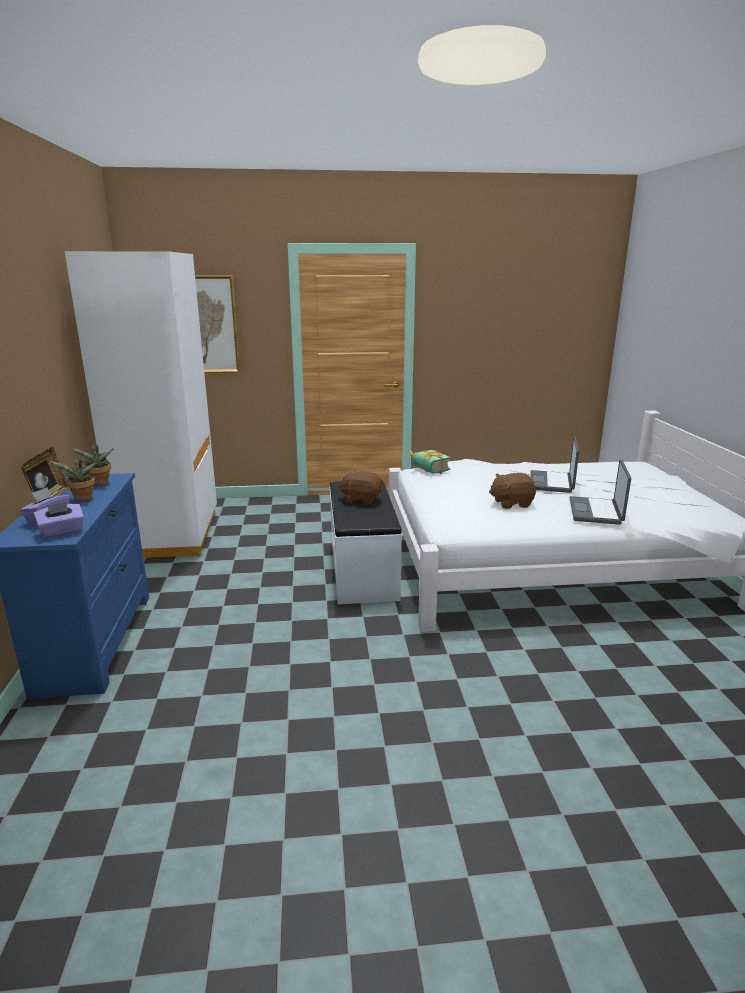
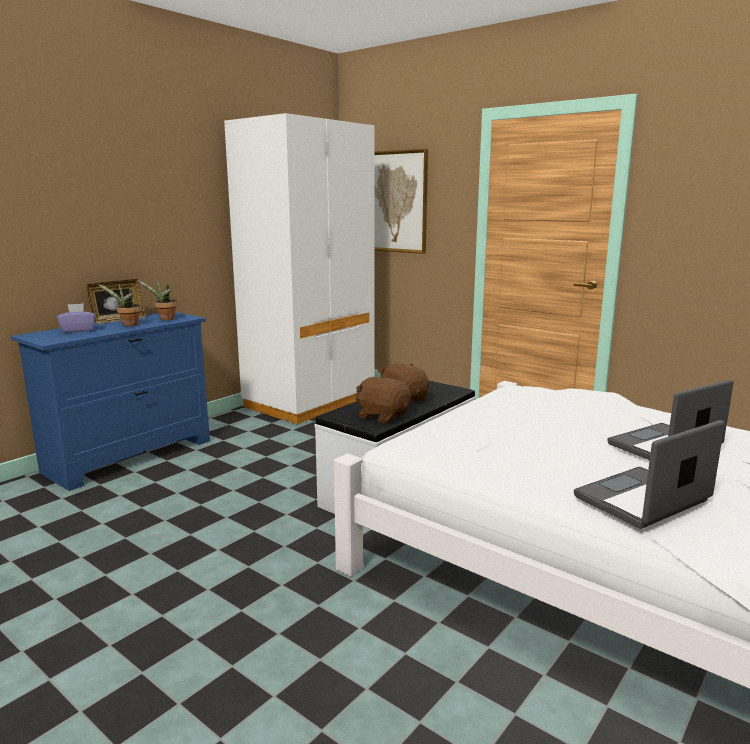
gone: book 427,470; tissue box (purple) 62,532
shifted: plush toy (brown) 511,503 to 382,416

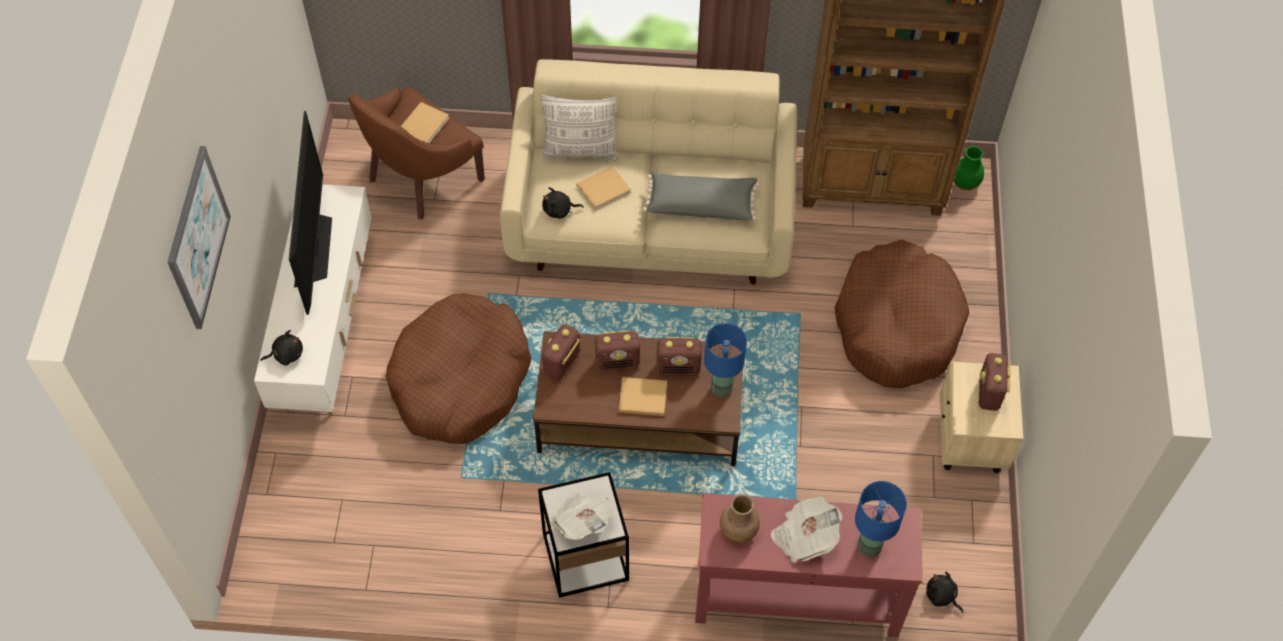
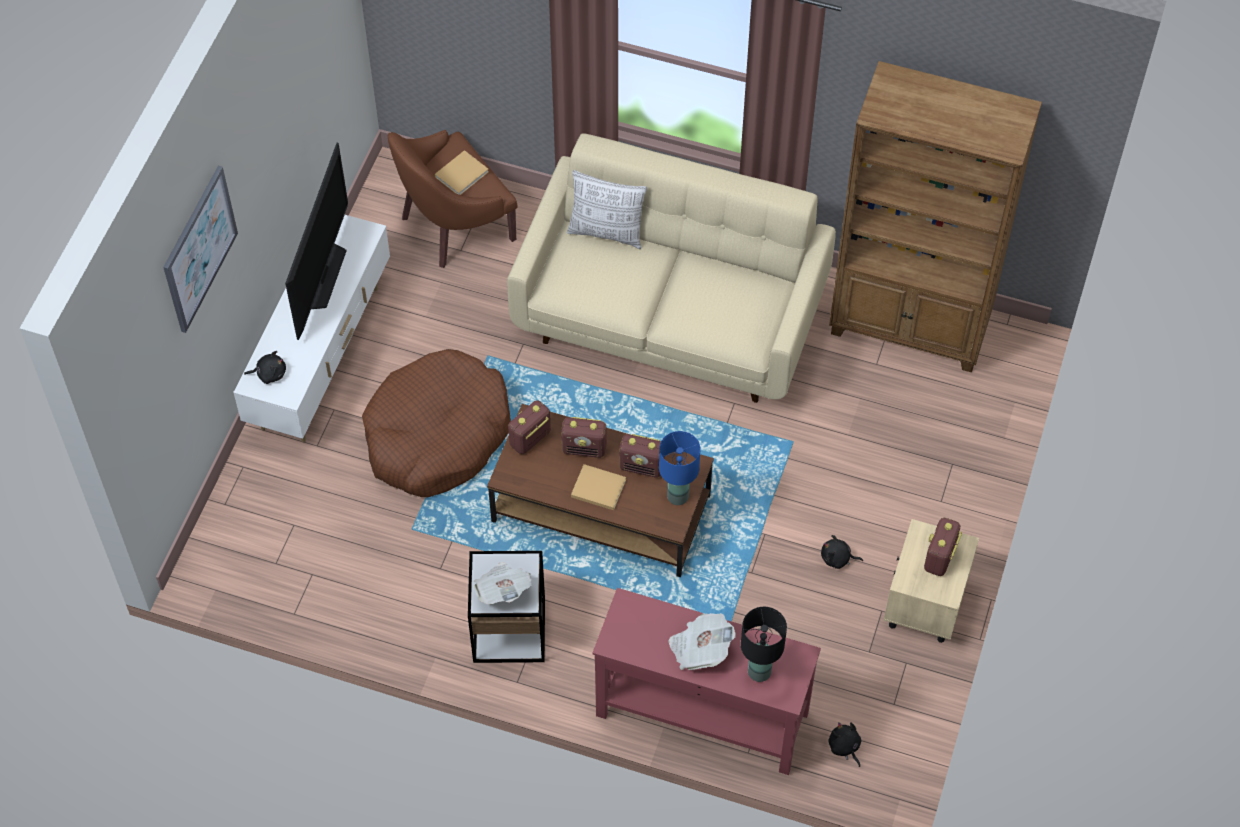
gone: vase (green) 965,183; book (beige) 605,188; pillow (grey) 701,204; dog bed (brown) 897,325; vase (brown) 738,530
shifted: plush toy (black) 559,210 to 837,558
repainted: table lamp (blue) 869,547 to table lamp (black) 759,672

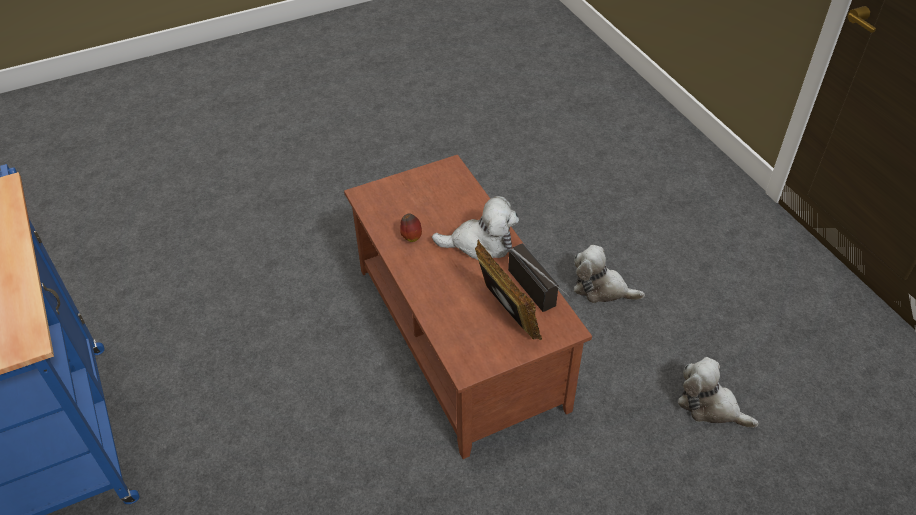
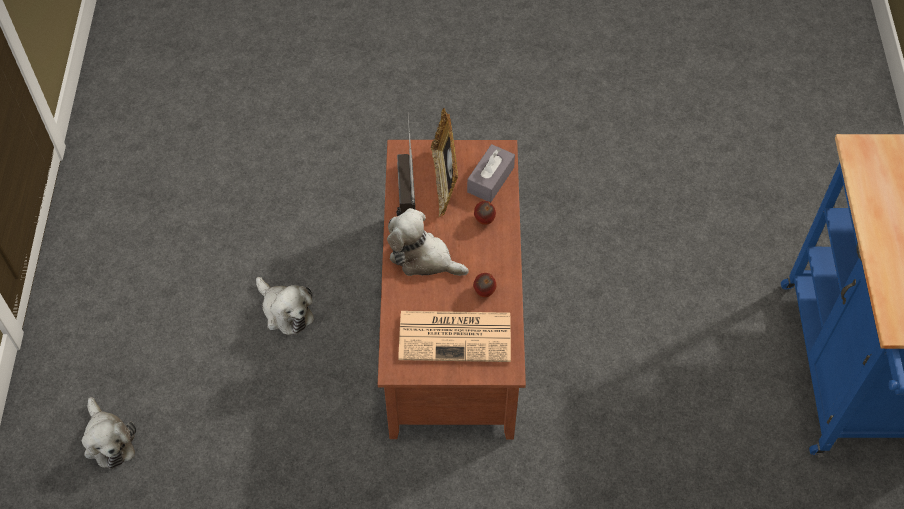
new: tissue box (grey) 490,180; apple 484,221; newspaper 456,336
shifted: plush toy 710,406 to 109,440

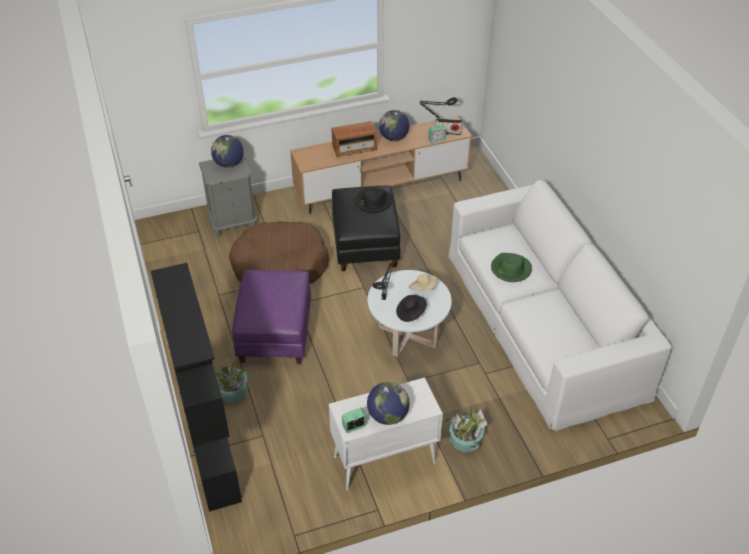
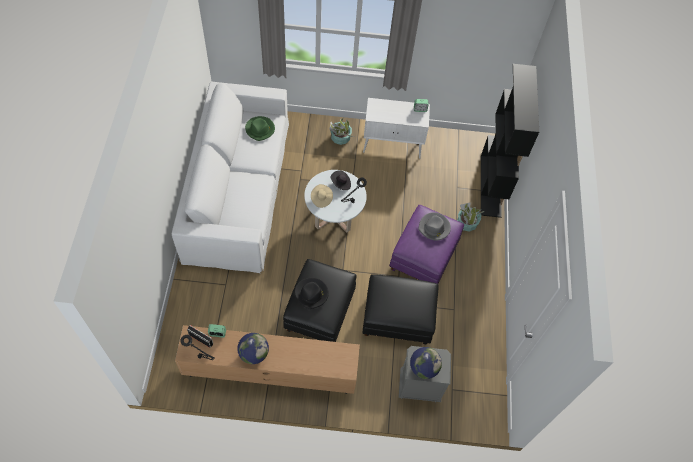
gone: radio 354,148; globe 387,416
new: hat (grey) 434,228
shifted: hat (green) 510,269 to 260,129
swapped: dog bed (brown) 280,265 to ottoman (black) 397,318

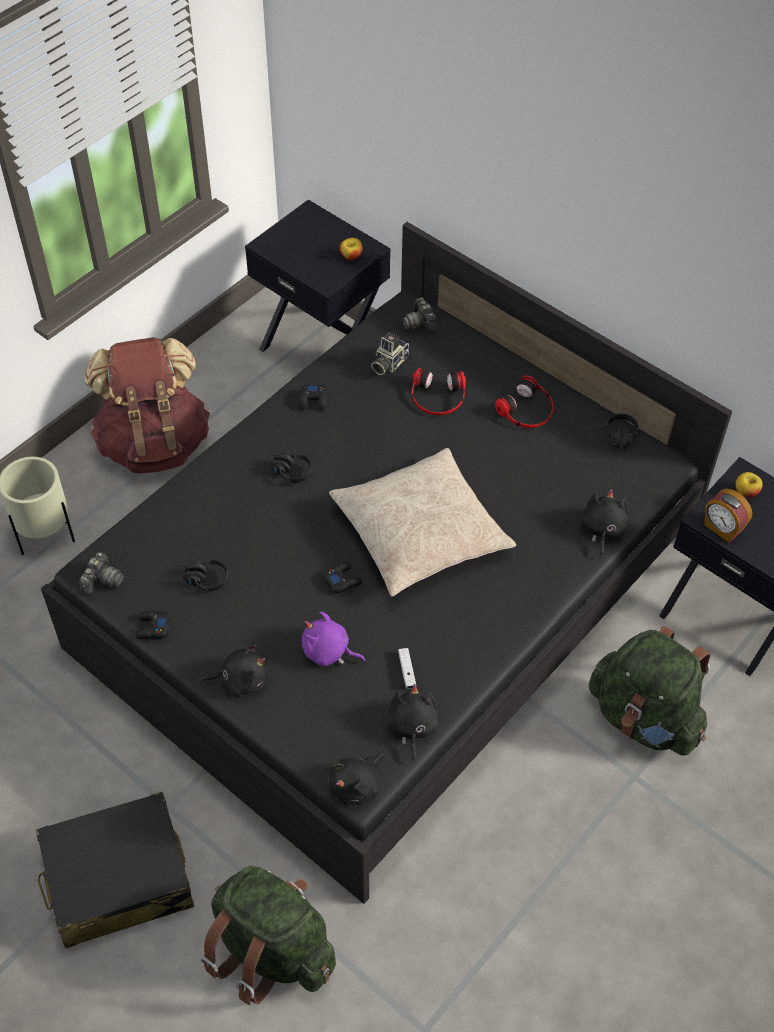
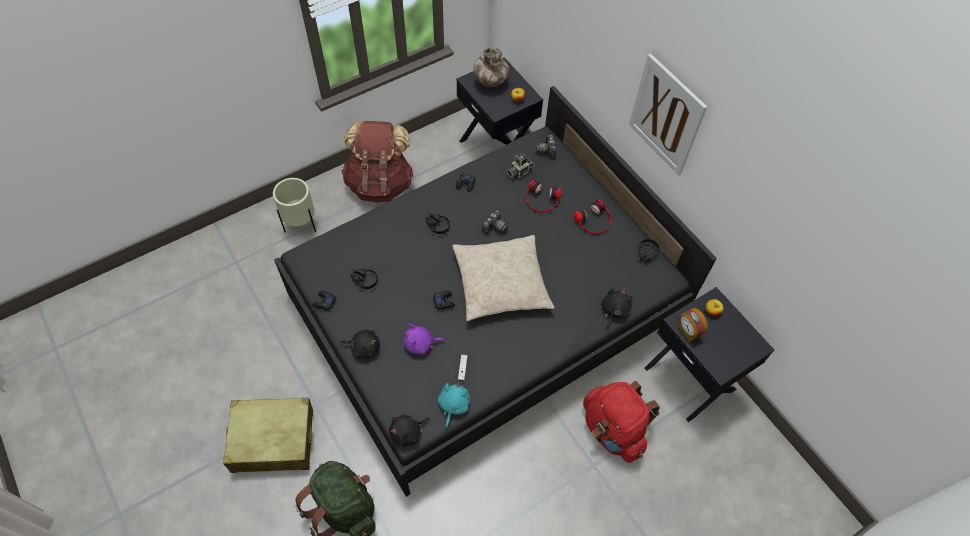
new: vase 490,82; picture 666,115
shifted: photo camera 102,581 to 495,227
repainted: backpack (green) 644,718 to backpack (red) 613,430; plush toy (black) 412,727 to plush toy (turquoise) 453,405; suitcase (black) 118,879 to suitcase (beige) 273,440
rotated: plush toy (purple) 328,651 = 420,344 45 degrees counterclockwise

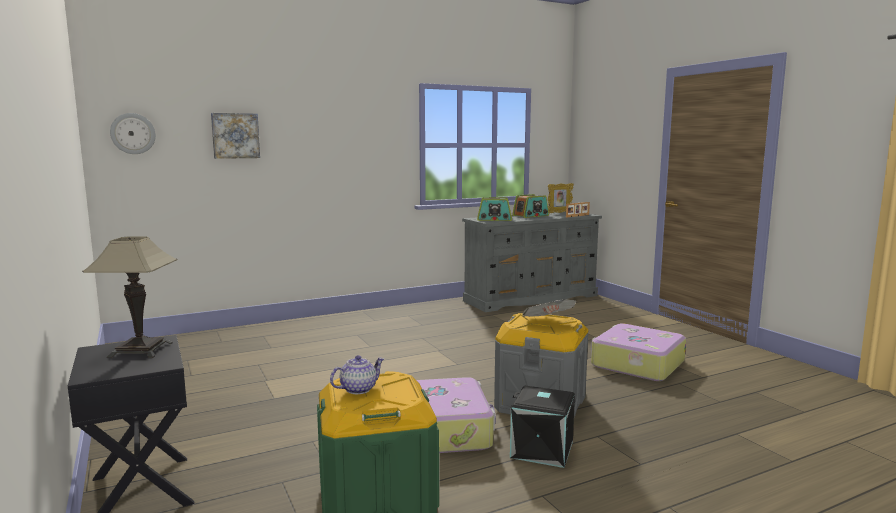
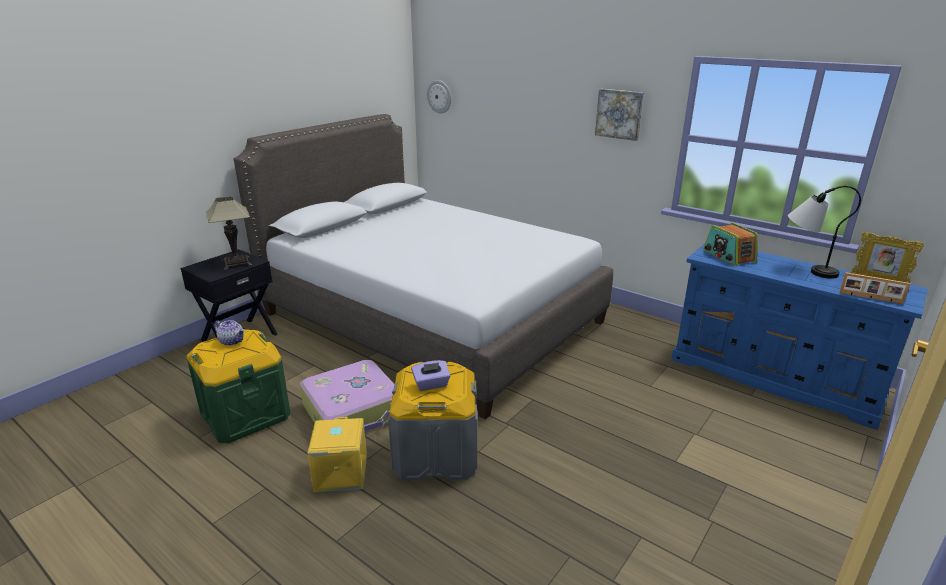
gone: suitcase 636,364
new: bed (grey) 431,318
shifted: picture 235,135 to 619,114
swapped: radio 530,215 to table lamp 805,269; newspaper 547,323 to tissue box (purple) 431,384
repainted: dresser (grey) 531,298 to dresser (blue) 774,378; storage box (black) 541,450 to storage box (yellow) 340,472

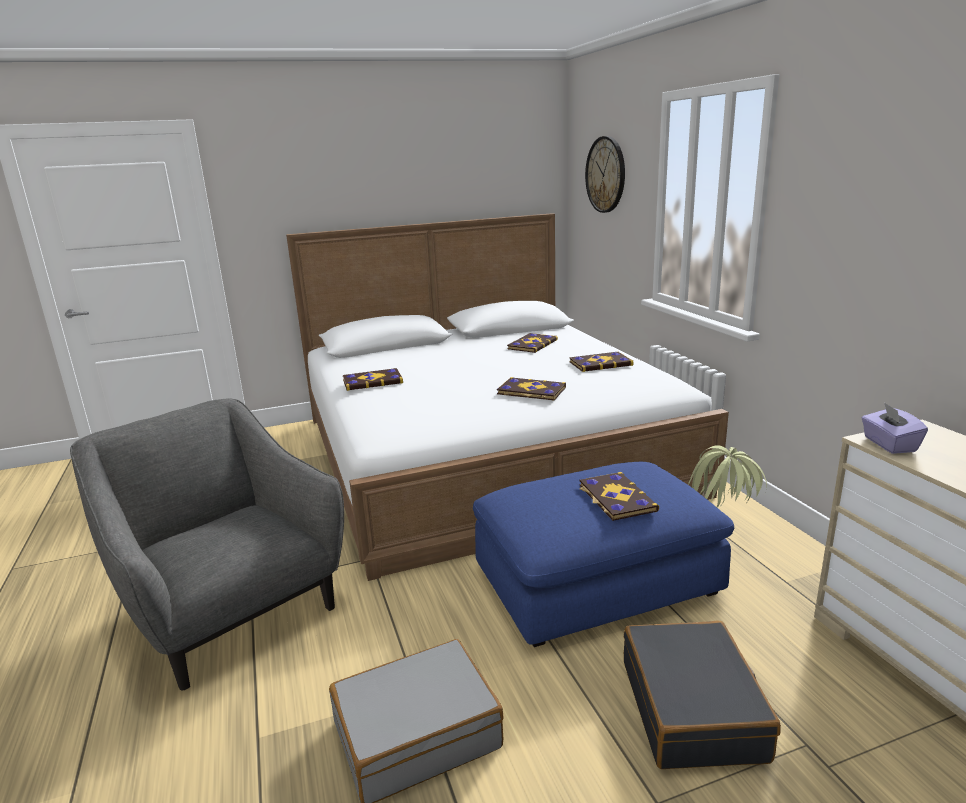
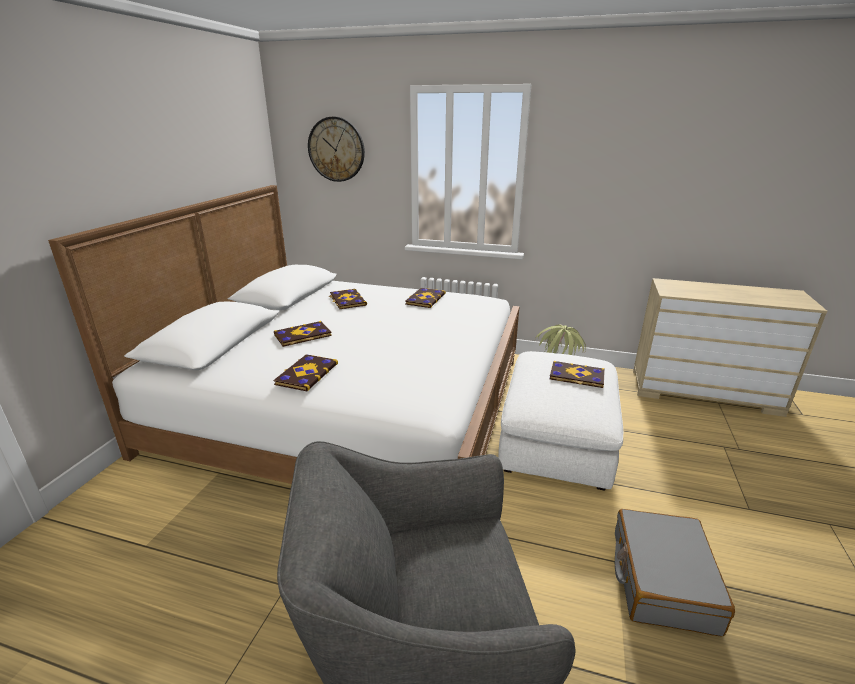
gone: tissue box (purple) 889,444; suitcase (black) 692,709
shifted: book 531,391 to 303,335
repainted: ottoman (blue) 596,580 to ottoman (white) 556,437

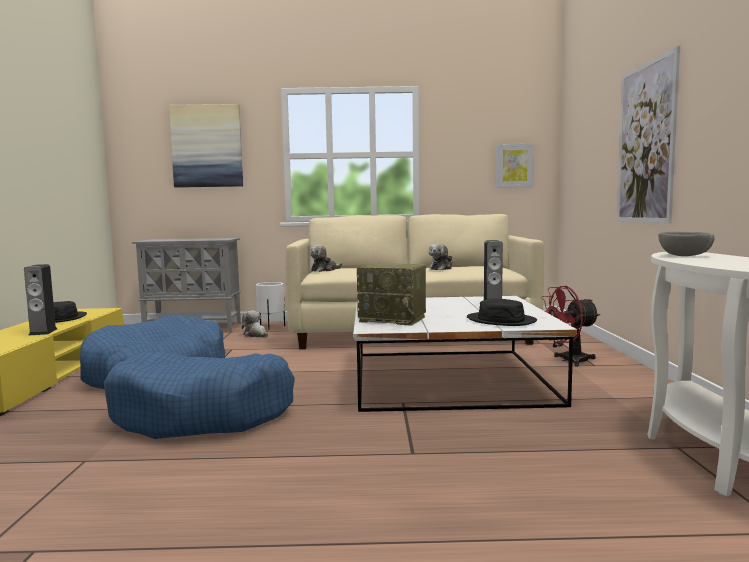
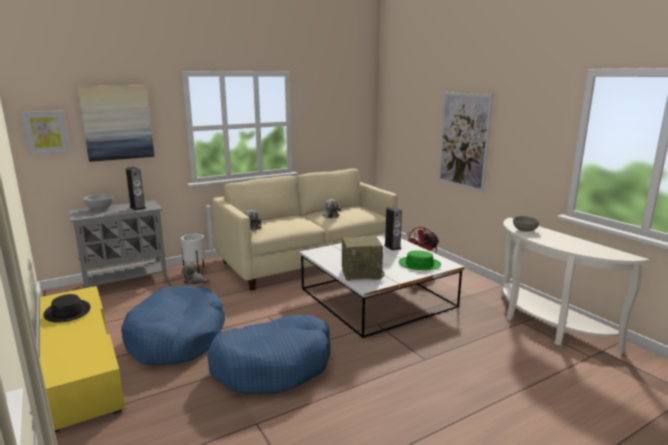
new: bowl (white) 100,209
shifted: picture 514,165 to 46,132; speaker 43,332 to 137,208
repainted: hat (black) 501,320 to hat (green) 419,264

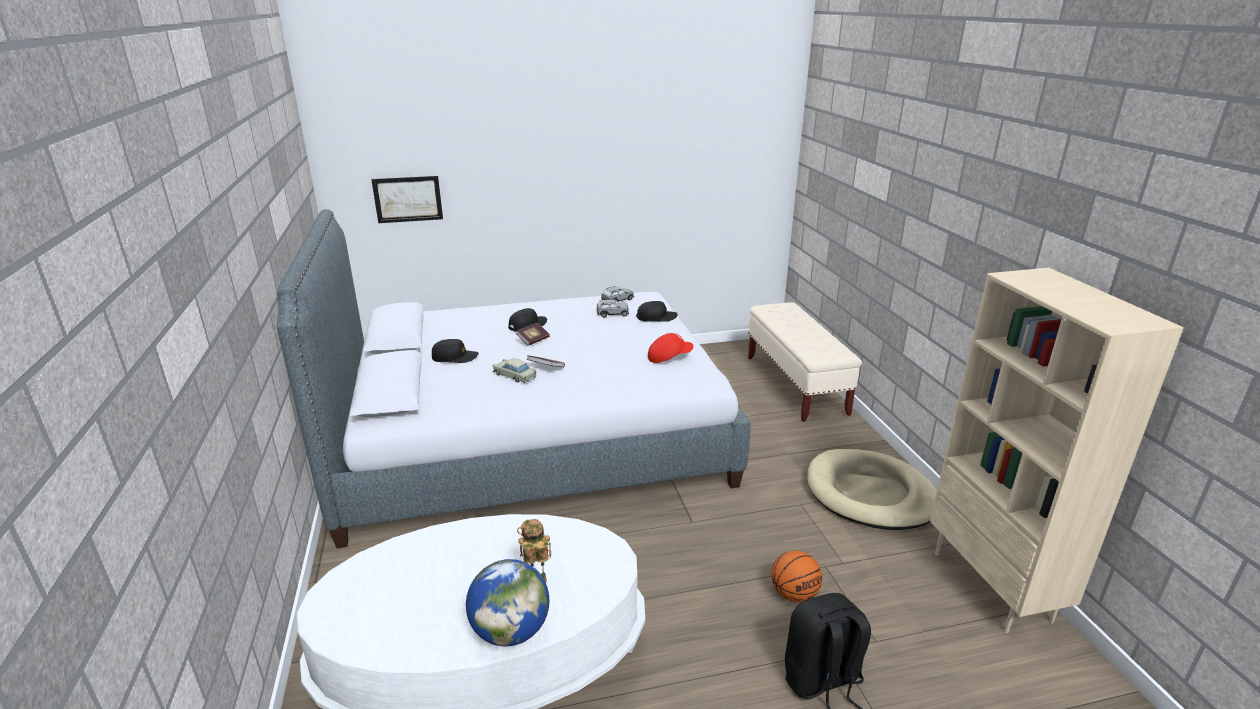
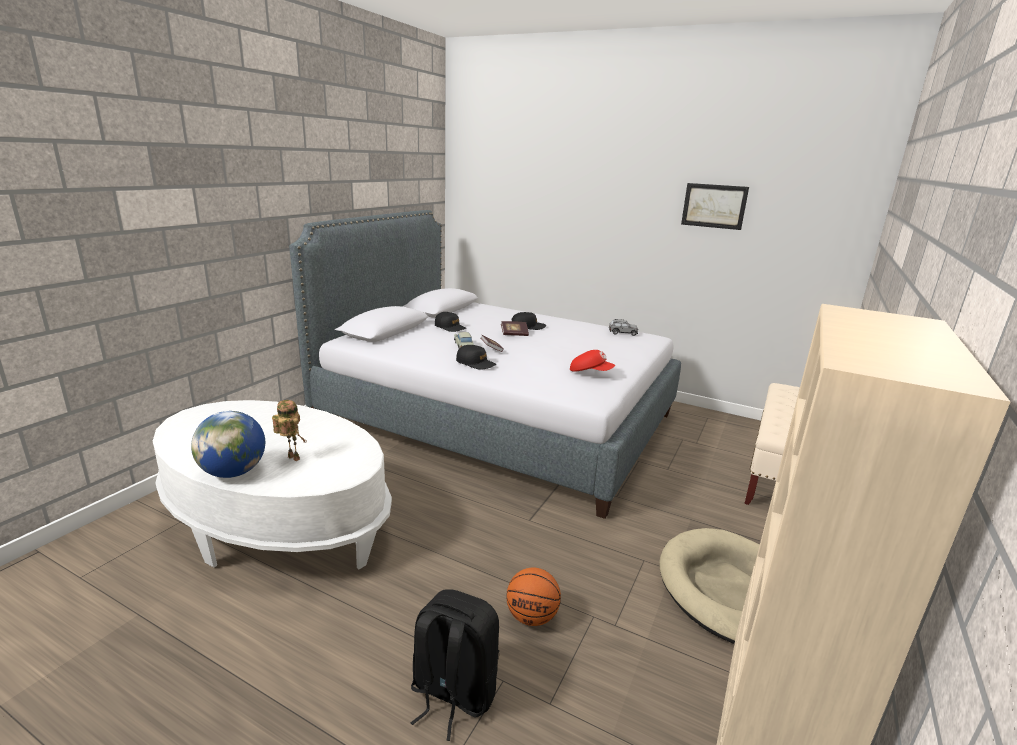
gone: toy car (grey) 612,314
shifted: picture 408,199 to 714,206; cap (black) 656,317 to 475,363

